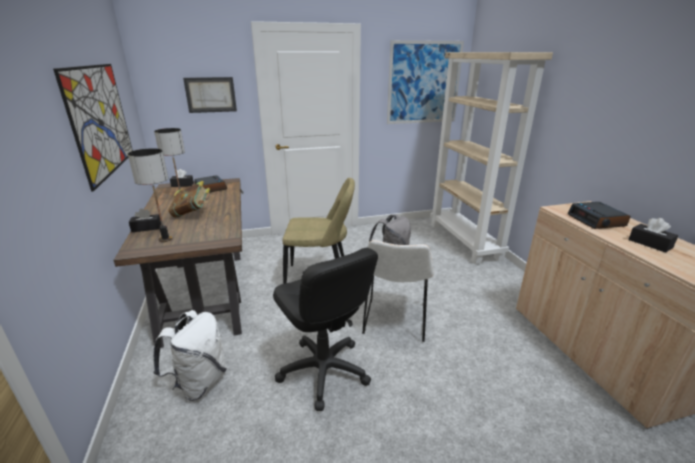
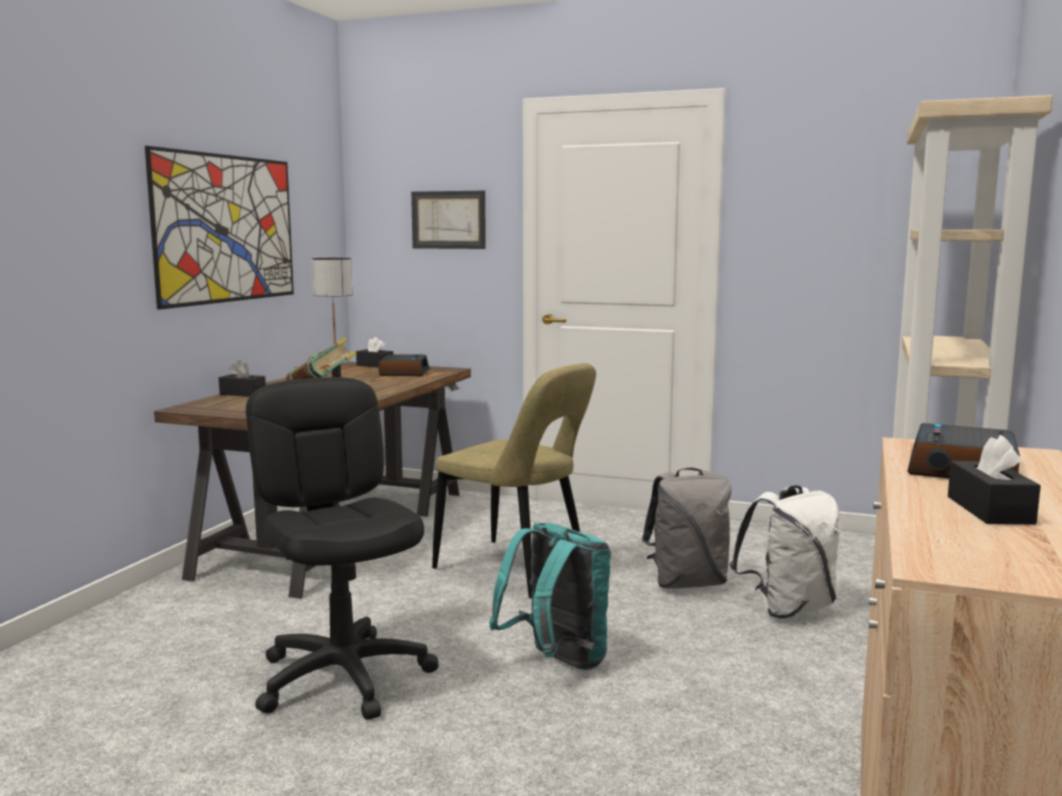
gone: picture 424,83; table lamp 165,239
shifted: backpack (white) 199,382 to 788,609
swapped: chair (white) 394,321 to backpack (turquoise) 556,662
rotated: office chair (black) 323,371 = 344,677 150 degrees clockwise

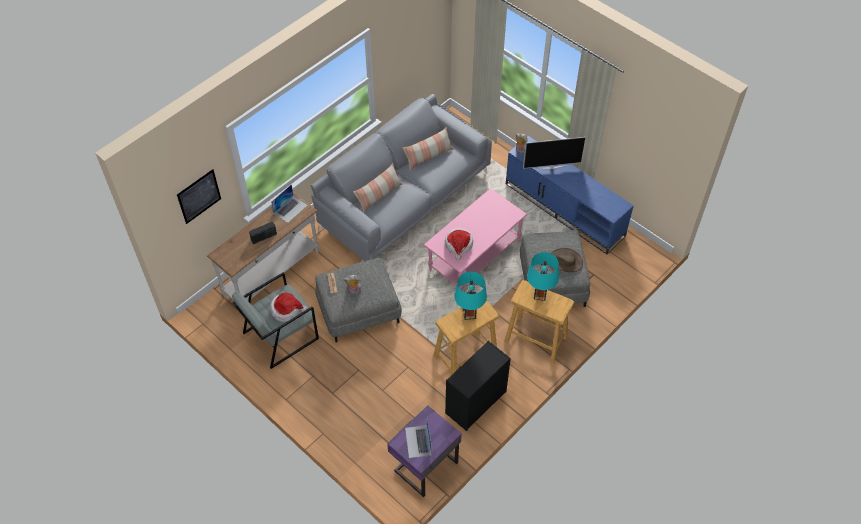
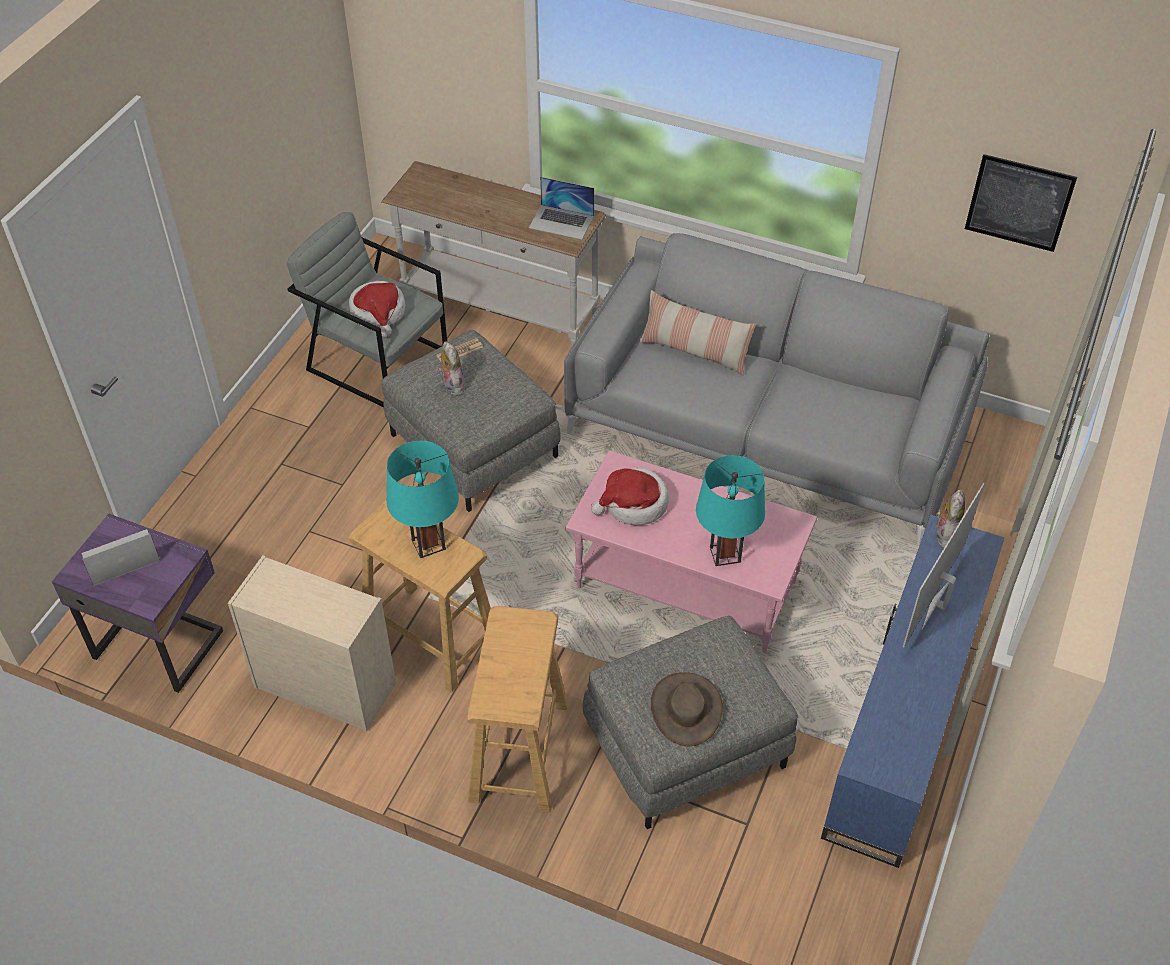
gone: pillow 428,156; radio 264,237
shifted: picture 199,196 to 1019,203; table lamp (turquoise) 540,295 to 725,554
repainted: dresser (black) 475,403 to dresser (beige) 323,685
rotated: television 551,166 = 939,604 60 degrees clockwise

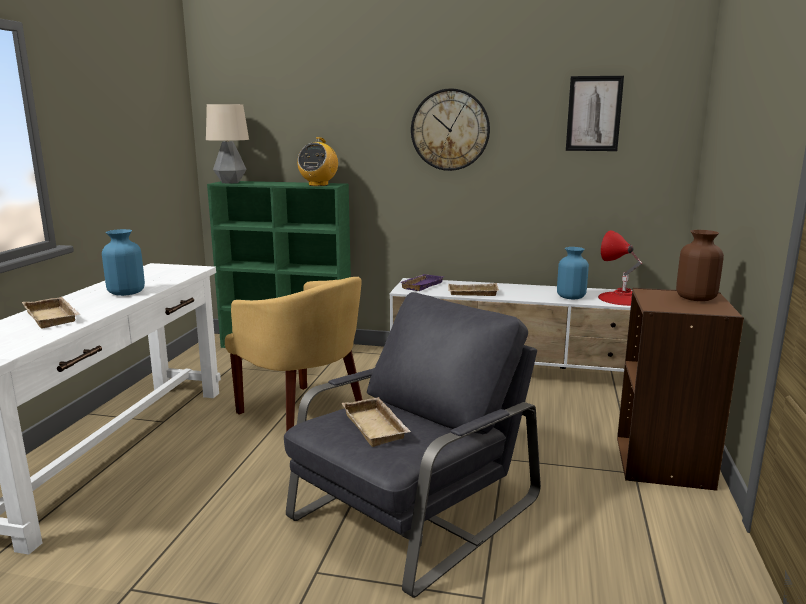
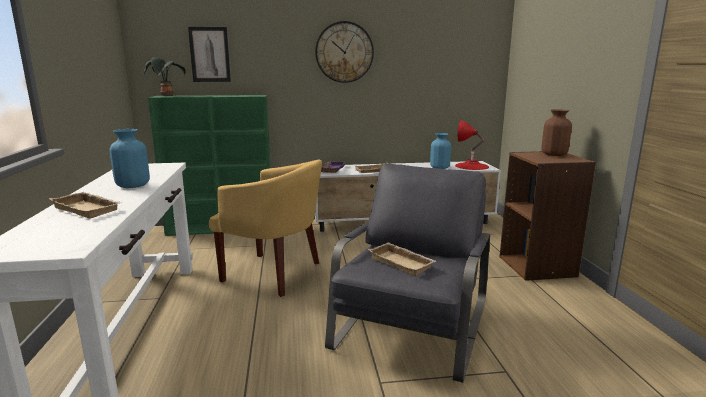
gone: radio 318,185
shifted: picture 594,114 to 209,54
swapped: table lamp 230,182 to potted plant 167,96

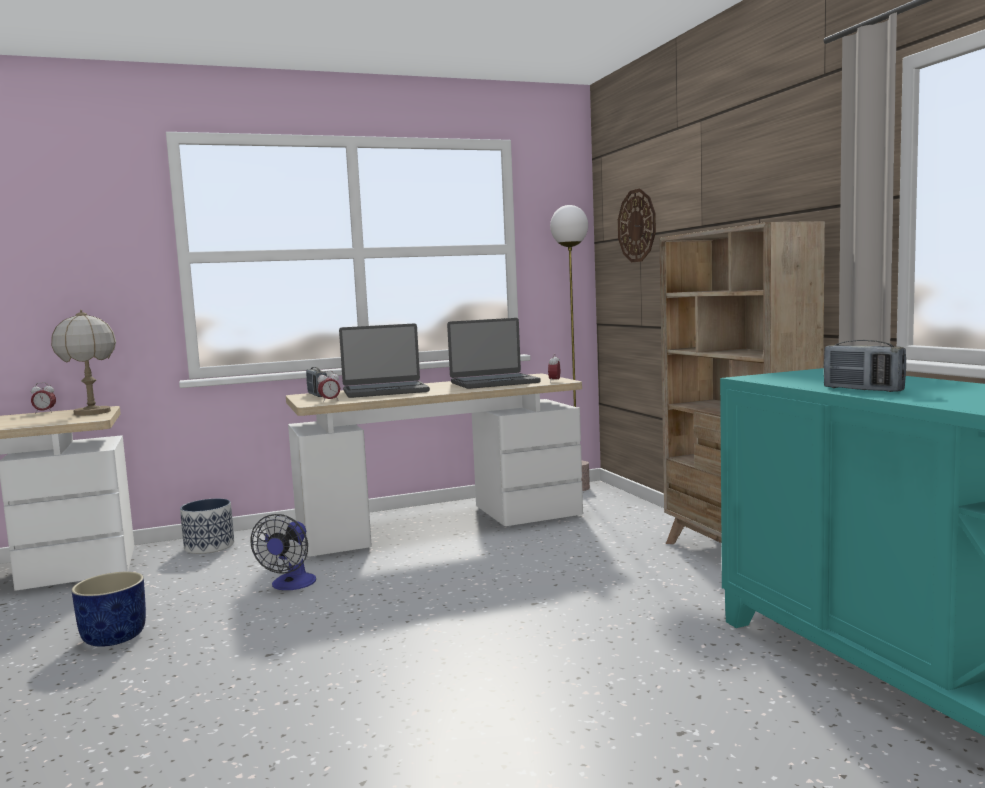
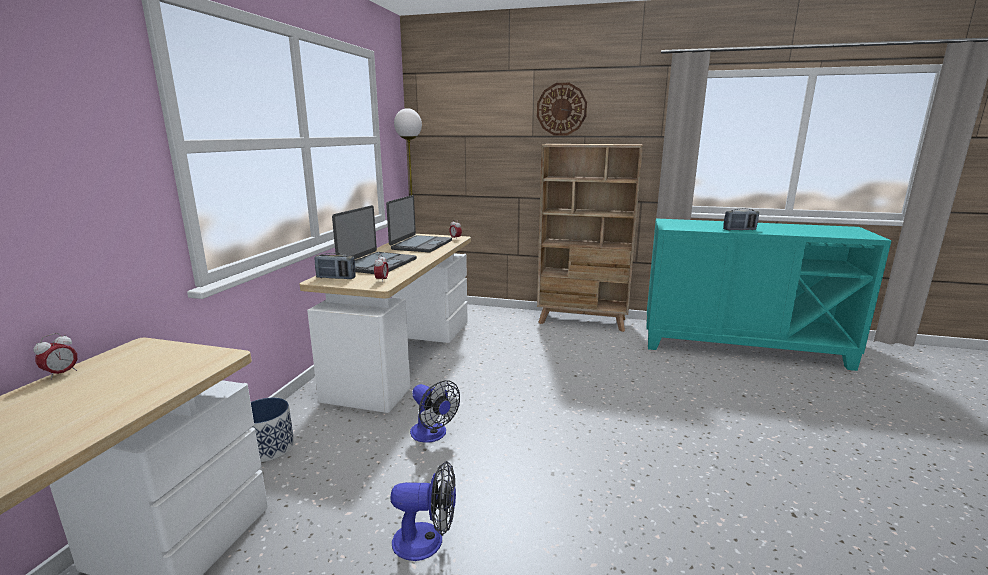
gone: table lamp 92,412
shifted: wall clock 637,226 to 561,109
swapped: planter (blue) 115,637 to fan 427,541

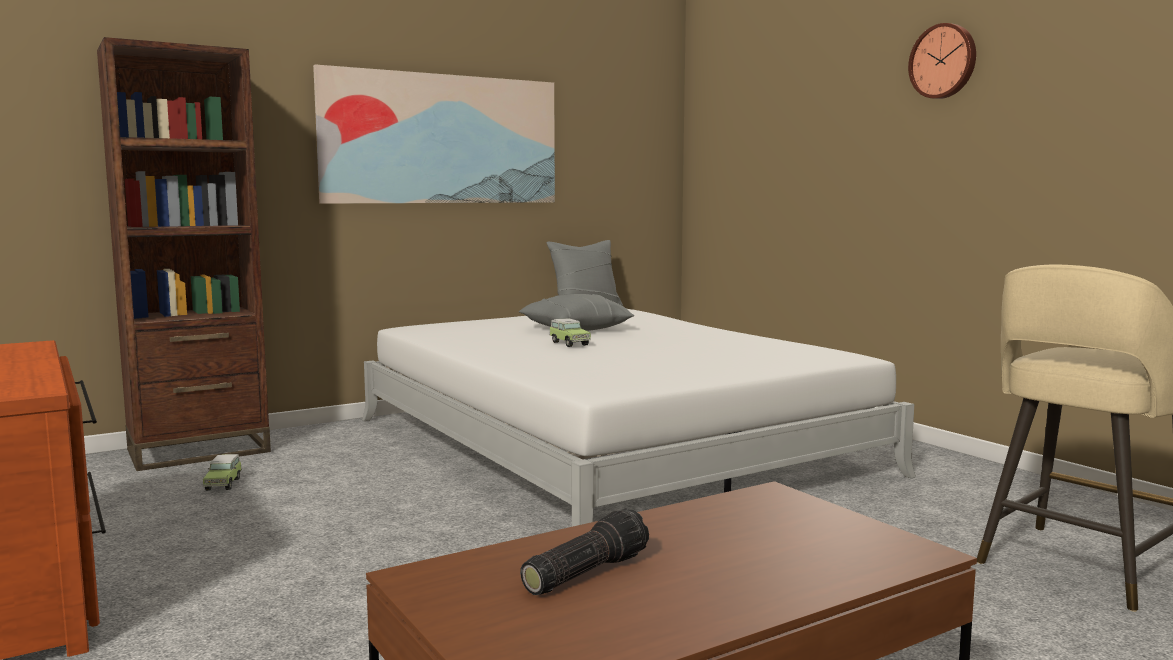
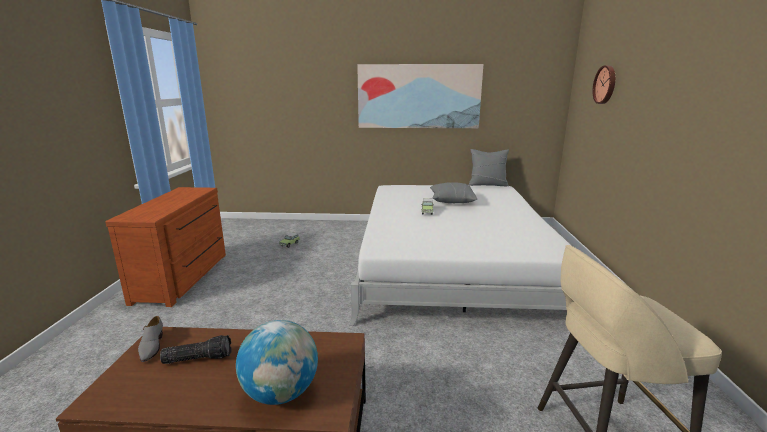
gone: bookcase (brown) 199,451
new: shoe (grey) 151,347; globe 281,393
shifted: wall clock 944,61 to 605,84

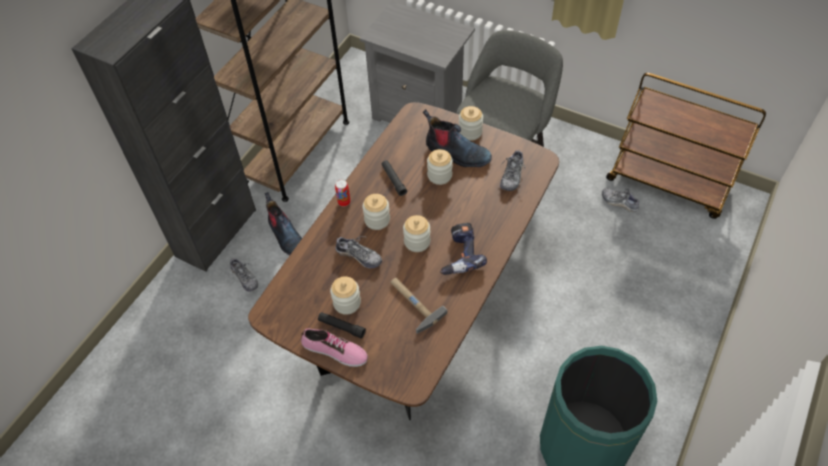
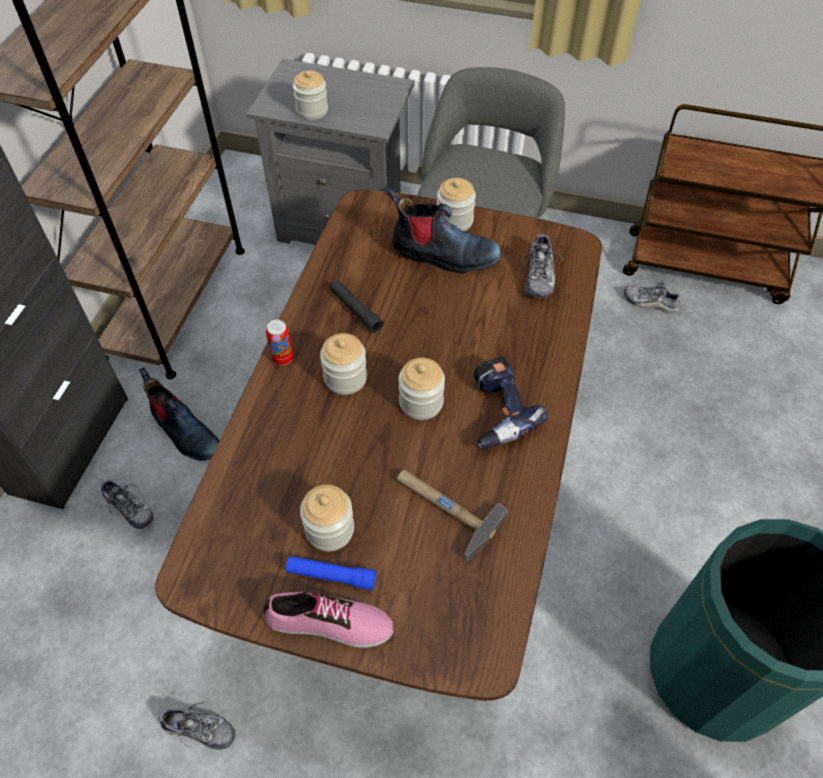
shifted: jar 439,175 to 312,110; shoe 359,256 to 199,729
repainted: flashlight (black) 341,327 to flashlight (blue) 331,576

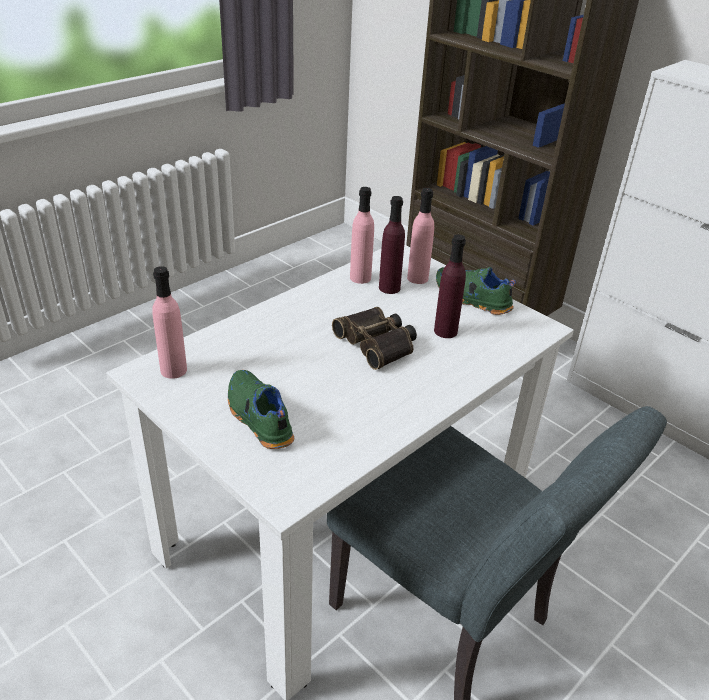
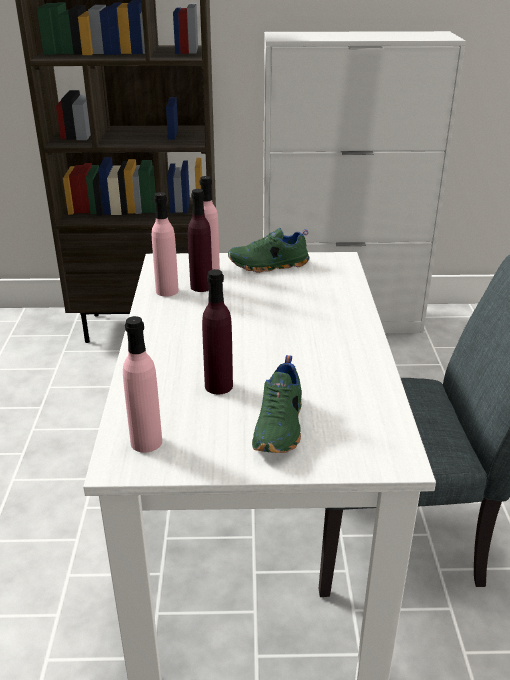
gone: binoculars 378,343
shifted: bottle (purple) 445,331 to 218,386
rotated: shoe (green) 258,418 = 281,426 90 degrees counterclockwise

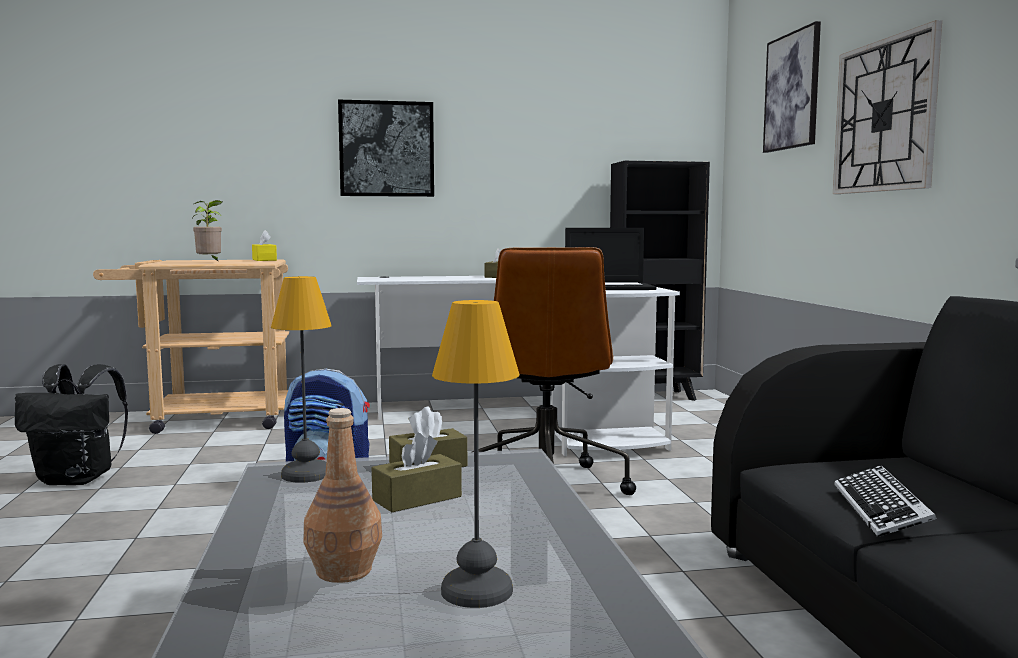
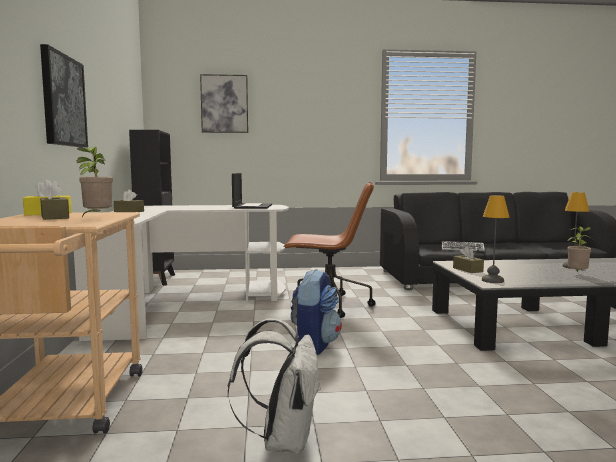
gone: wall clock 884,116
shifted: tissue box (brown) 417,498 to 55,217
swapped: bottle (brown) 344,571 to potted plant 577,274
repainted: backpack (black) 78,479 to backpack (white) 283,440

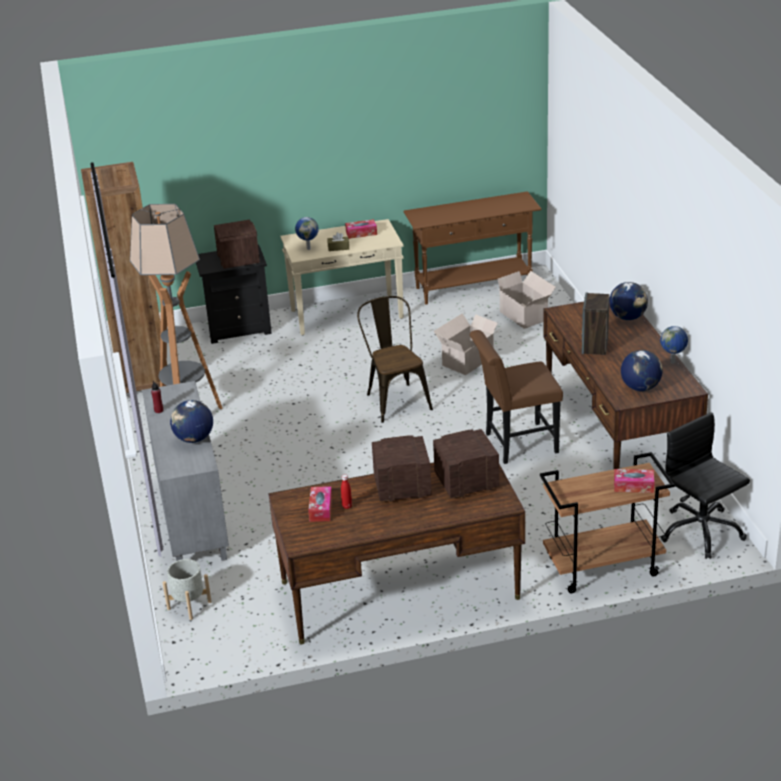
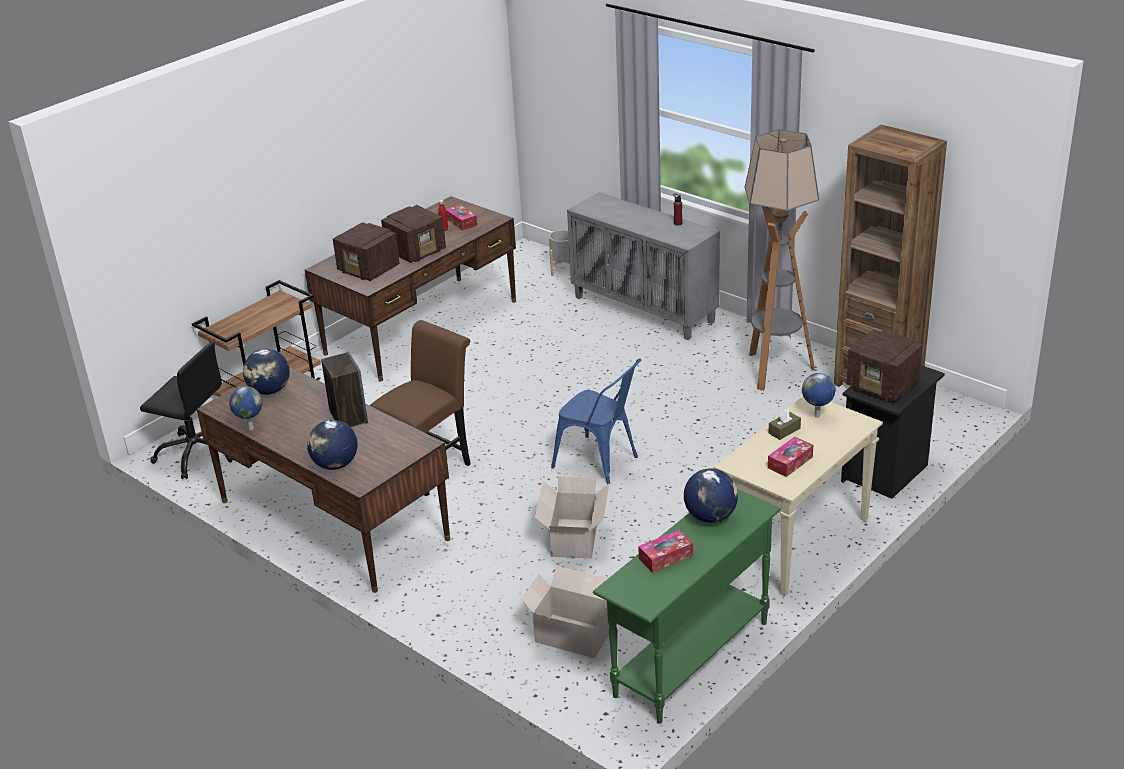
shifted: globe 194,439 to 710,516; tissue box 633,486 to 665,557
repainted: console table (brown) 474,287 to console table (green) 690,659; chair (brown) 395,399 to chair (blue) 601,463
rotated: radio 465,482 = 369,270 90 degrees clockwise

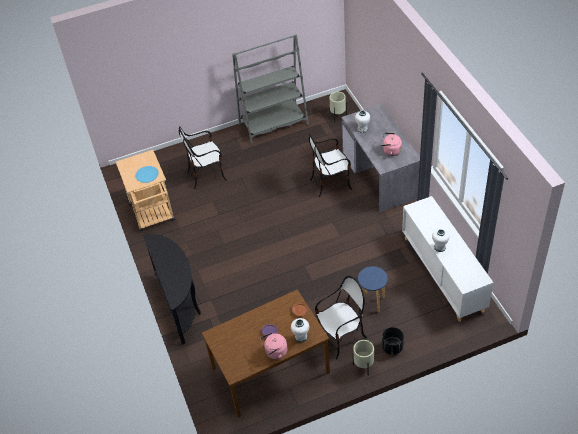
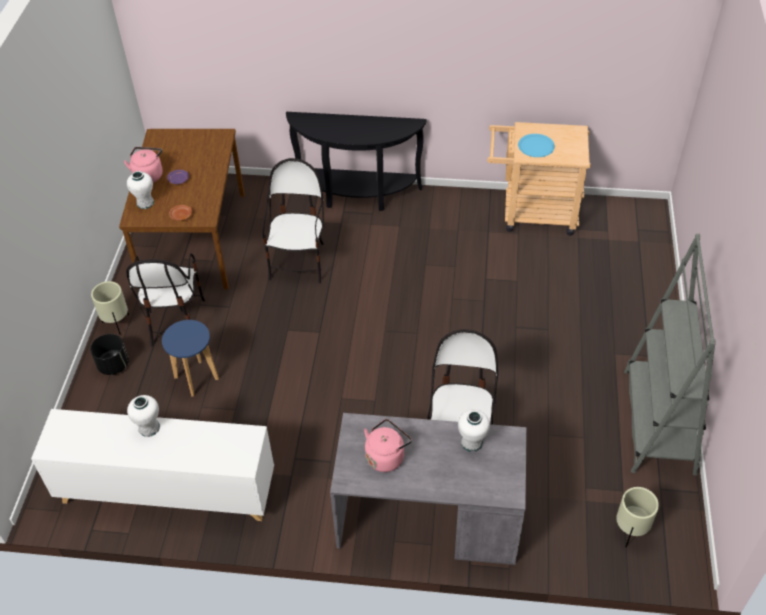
shifted: chair 207,175 to 299,262

